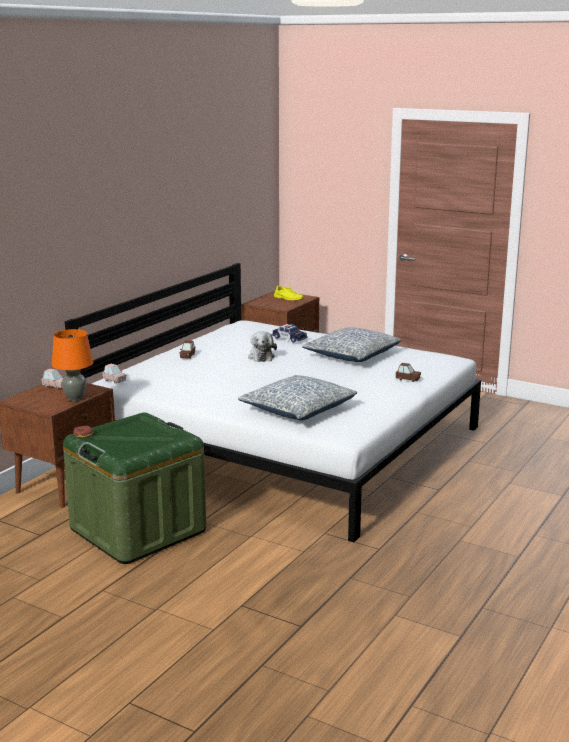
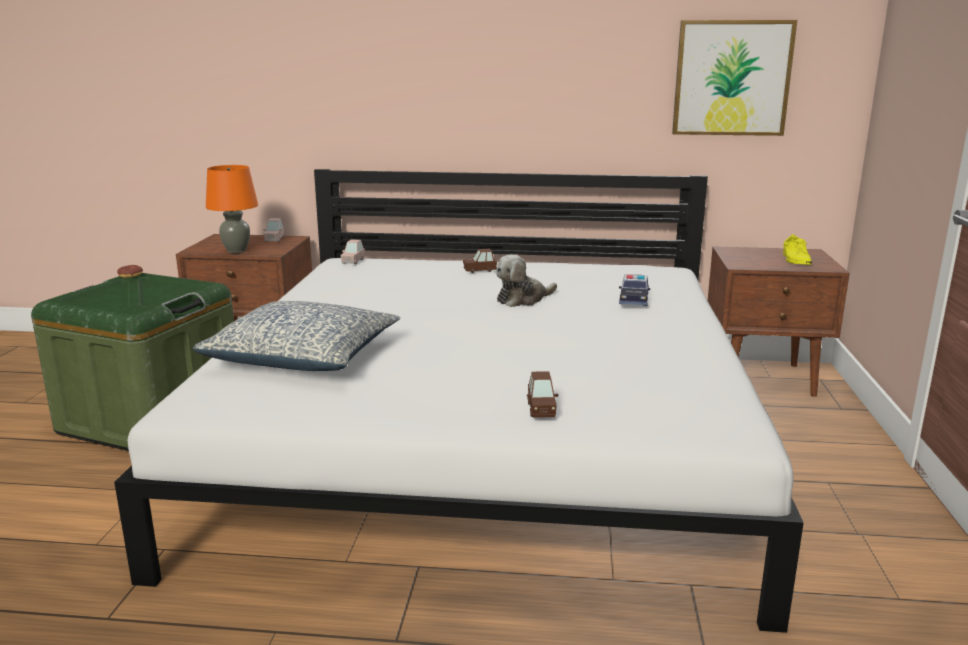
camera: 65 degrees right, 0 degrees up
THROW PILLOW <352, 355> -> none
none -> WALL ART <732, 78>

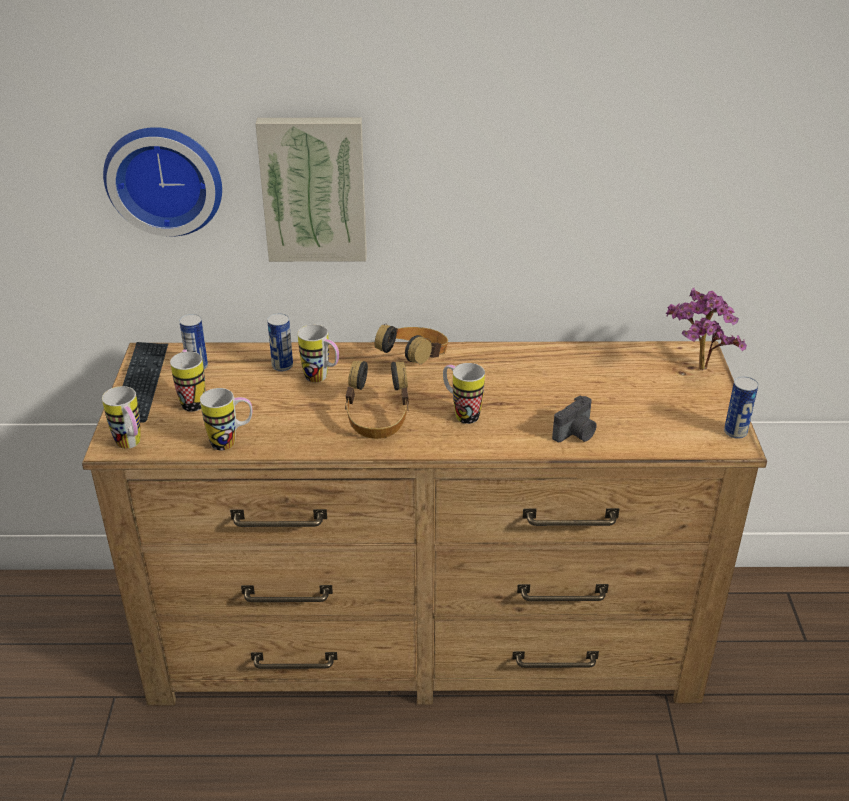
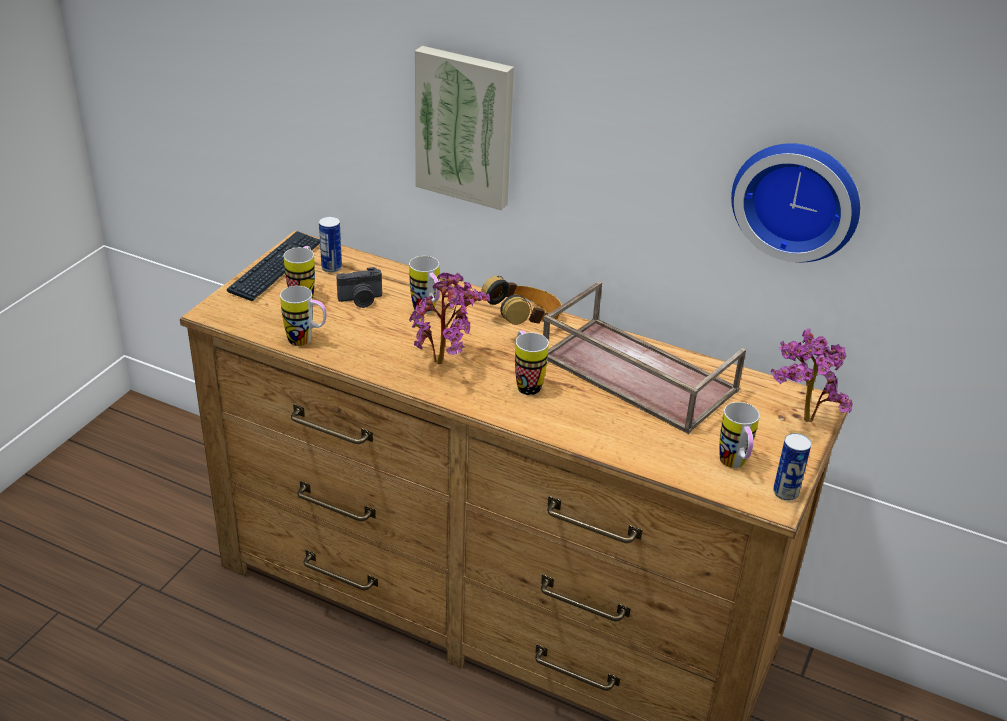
camera: 25 degrees right, 0 degrees up
CLOCK ON THE WALL <165, 178> -> CLOCK ON THE WALL <797, 199>, relocated
CAN <282, 366> -> none
HEADSET <377, 419> -> HOUSEPLANT <446, 363>
MUG <131, 445> -> MUG <735, 465>, relocated
PHOTO CAMERA <576, 434> -> PHOTO CAMERA <361, 300>, relocated
none -> BROWN TRAY <635, 374>

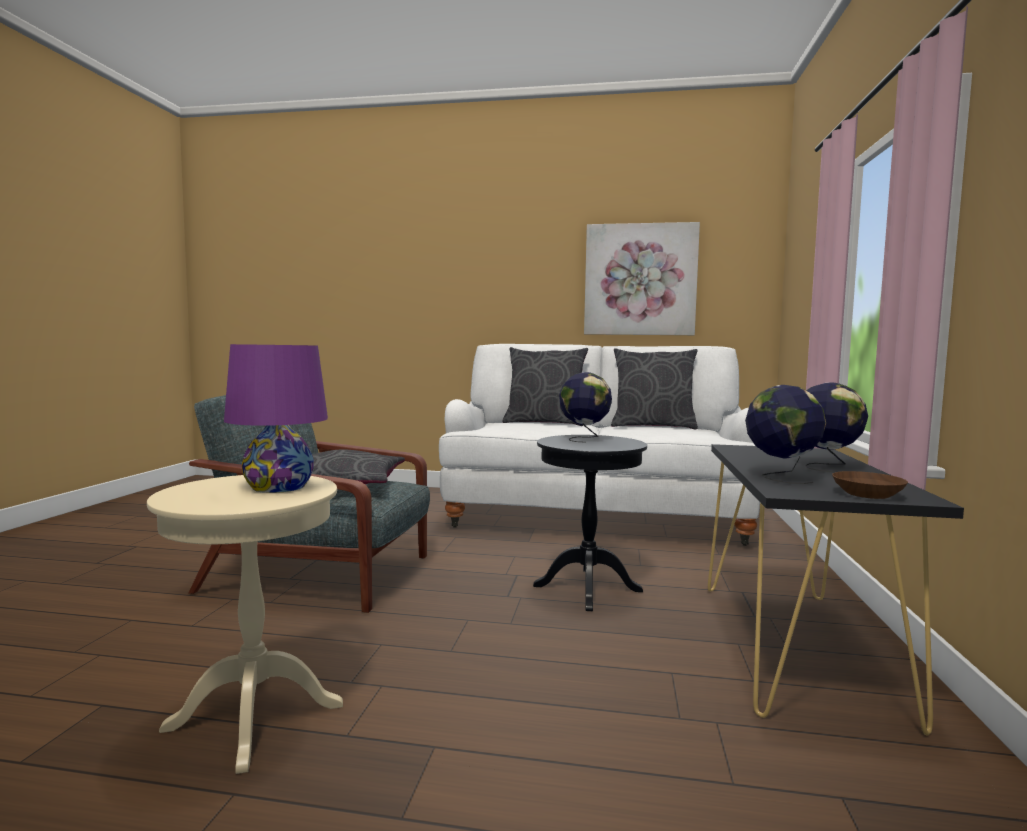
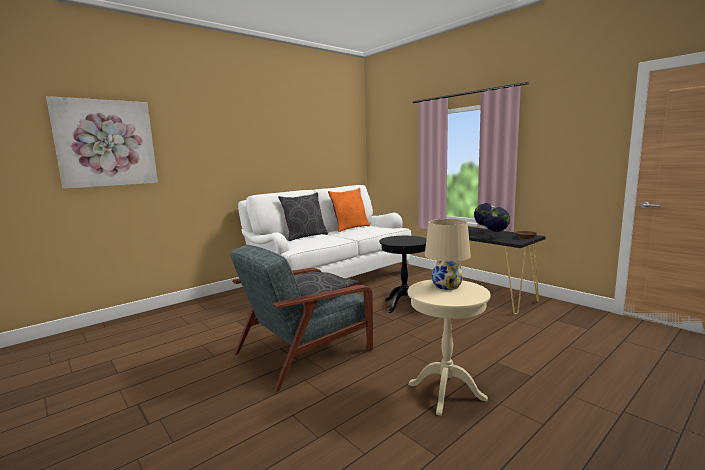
camera: 50 degrees left, 5 degrees up
WALL ART <640, 280> -> WALL ART <106, 143>, relocated
PURPLE TABLETOP LAMP <278, 487> -> SAND-COLOURED TABLETOP LAMP <447, 286>
GRAY THROW PILLOW <653, 426> -> ORANGE THROW PILLOW <350, 228>
WORLD GLOBE <584, 439> -> none

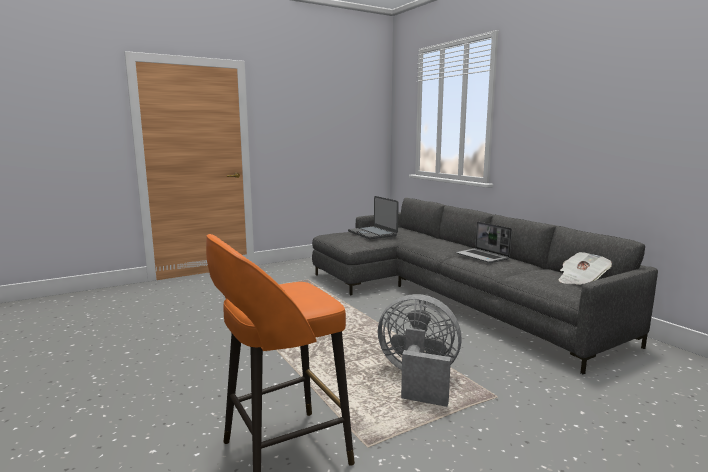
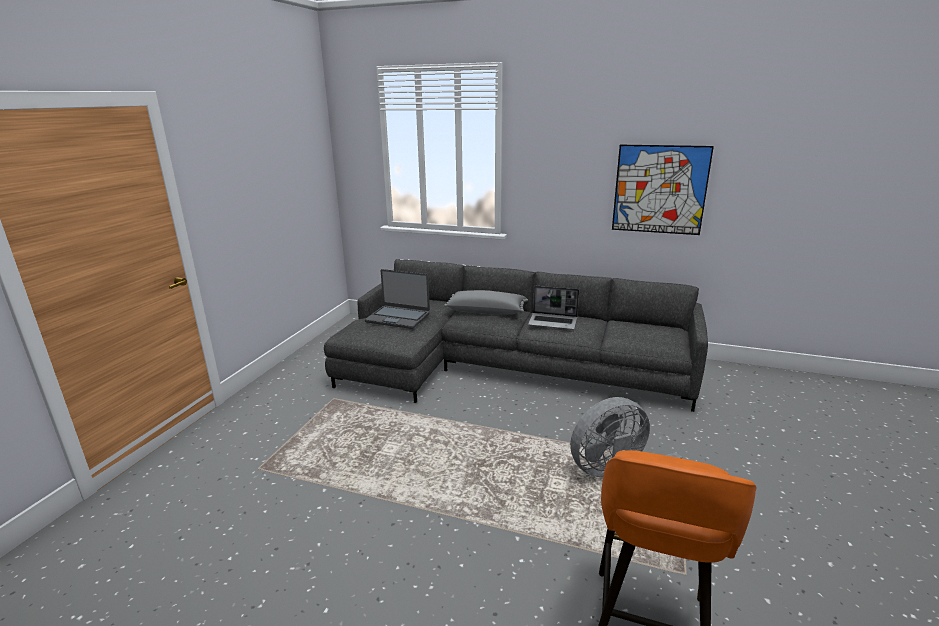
camera: 40 degrees left, 10 degrees up
DAILY PAPER <581, 280> -> none
none -> WALL ART <659, 189>
none -> GRAY THROW PILLOW <486, 311>

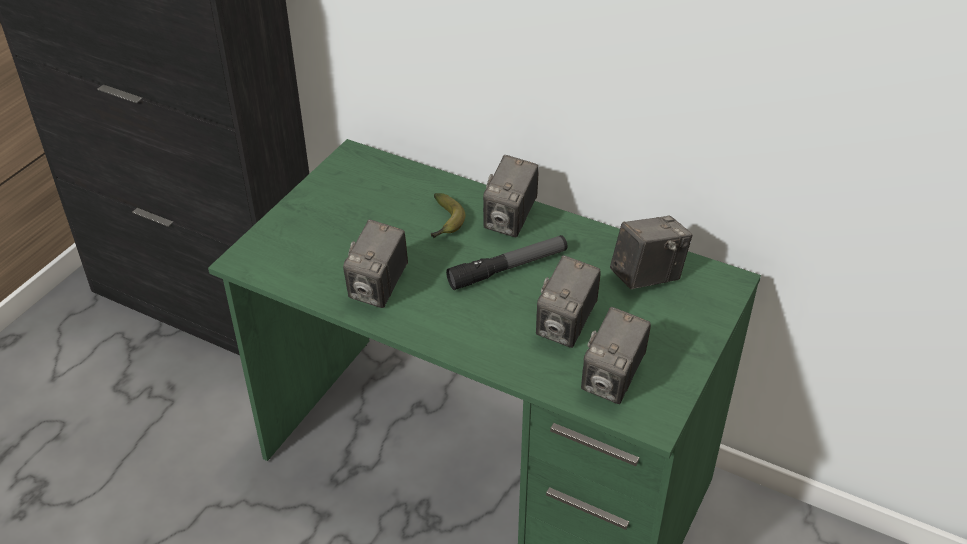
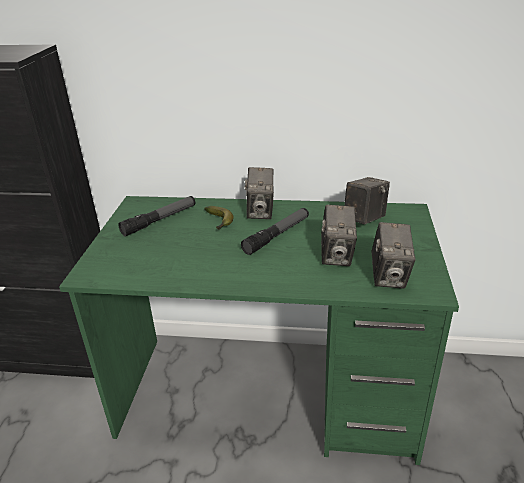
camera: 20 degrees left, 10 degrees down
PHOTO CAMERA <378, 288> -> none
none -> HAND TORCH <160, 220>

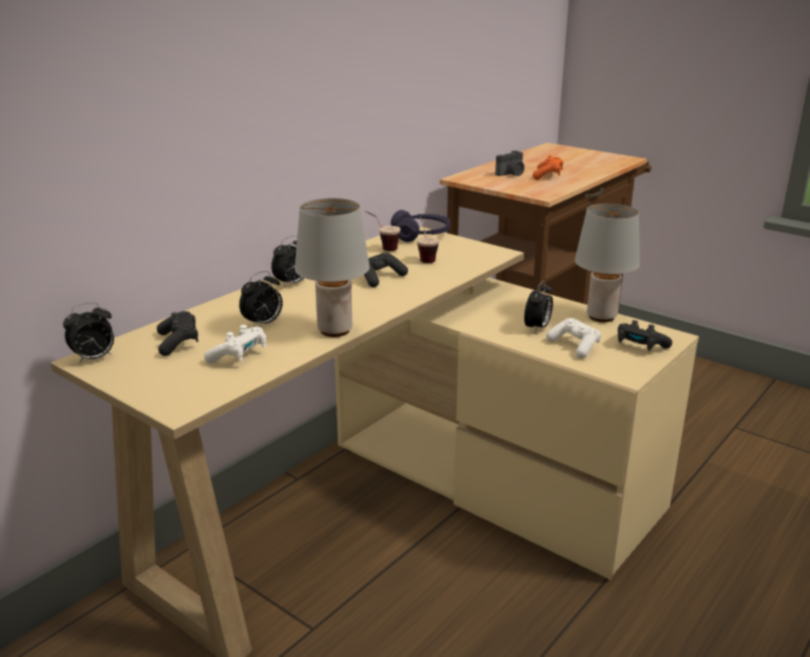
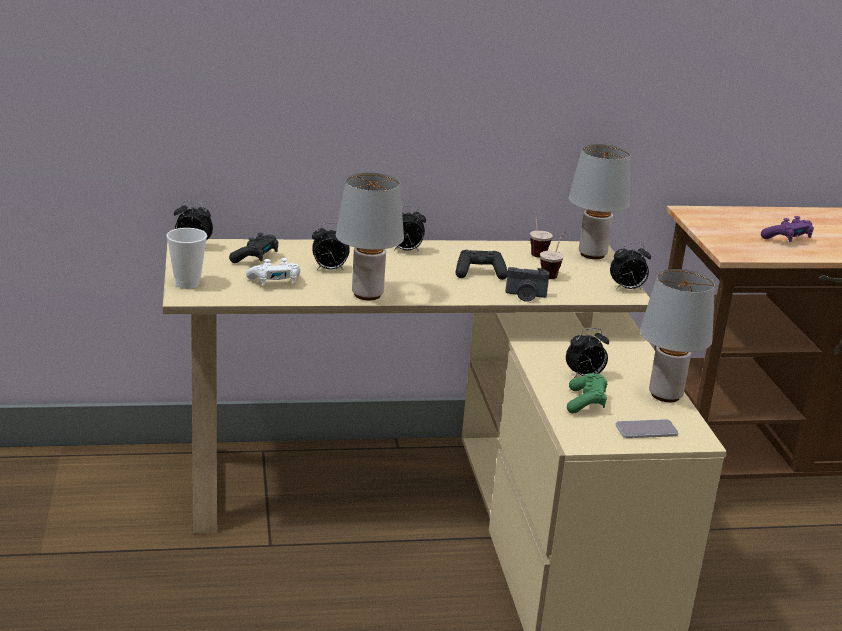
camera: 40 degrees right, 0 degrees up
PHOTO CAMERA <511, 174> -> PHOTO CAMERA <525, 296>, relocated
ORANGE GAMEPAD <547, 176> -> PURPLE GAMEPAD <787, 239>
PURPLE HEADSET <421, 235> -> GRAY TABLETOP LAMP <592, 254>
WHITISH GAMEPAD <574, 346> -> GREEN GAMEPAD <586, 403>
BLACK-COLOURED GAMEPAD <640, 346> -> TELEPHONE <646, 430>
none -> DRINKING CUP <187, 284>
none -> ALARM CLOCK <627, 289>

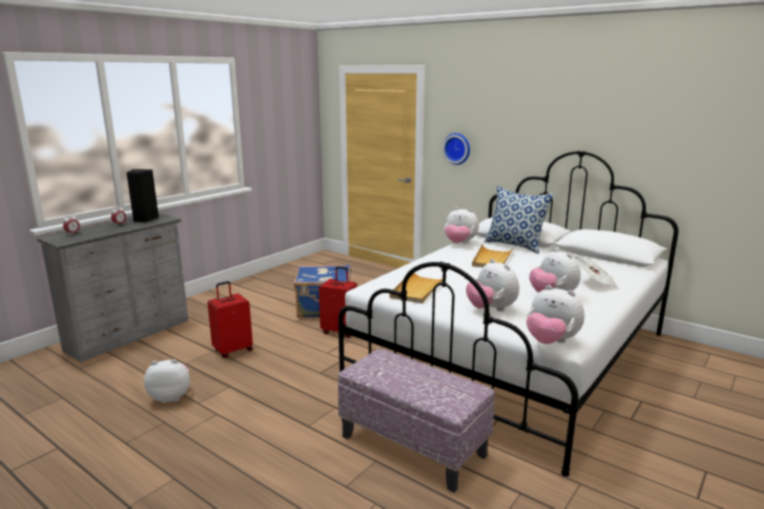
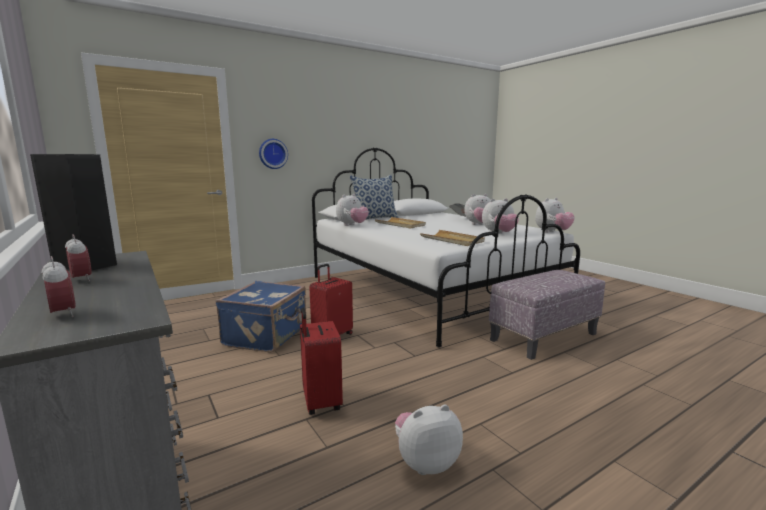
camera: 70 degrees left, 5 degrees down
CUDDLY TOY <171, 397> -> CUDDLY TOY <425, 462>, 60 degrees clockwise

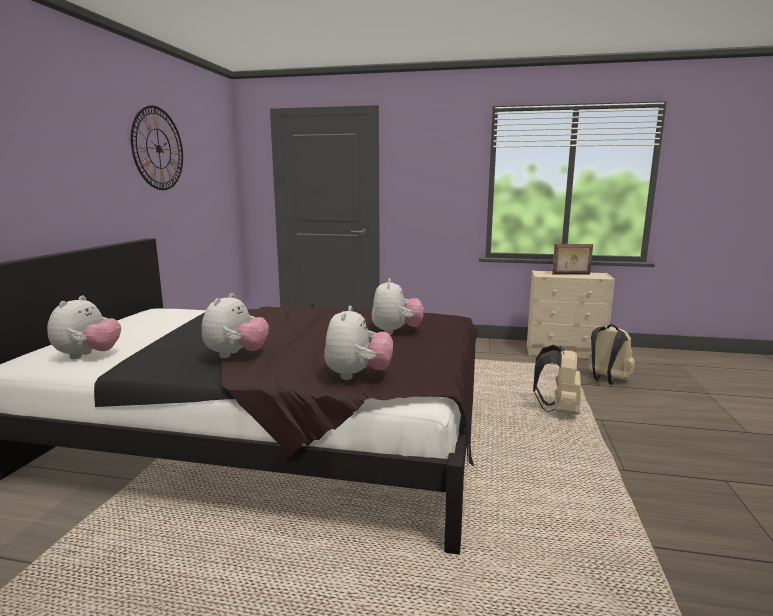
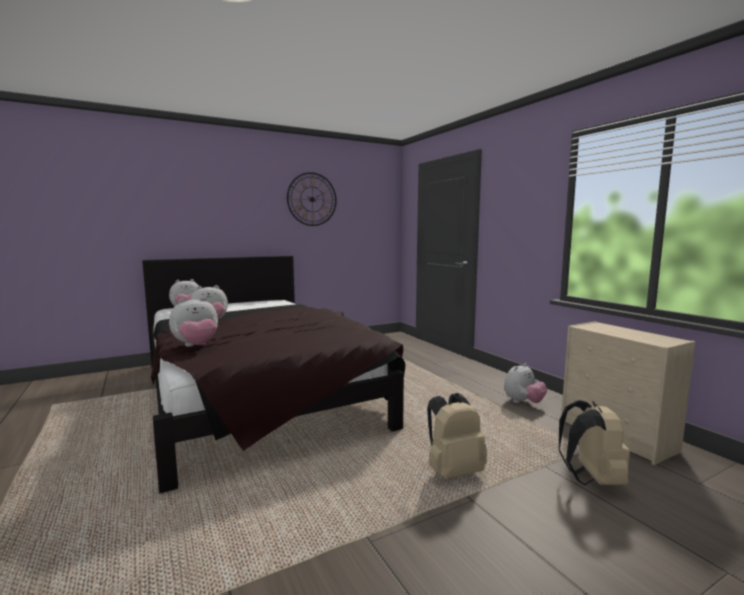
camera: 50 degrees right, 5 degrees down
PHOTO FRAME <571, 274> -> none
CUDDLY TOY <396, 332> -> CUDDLY TOY <523, 402>, relocated

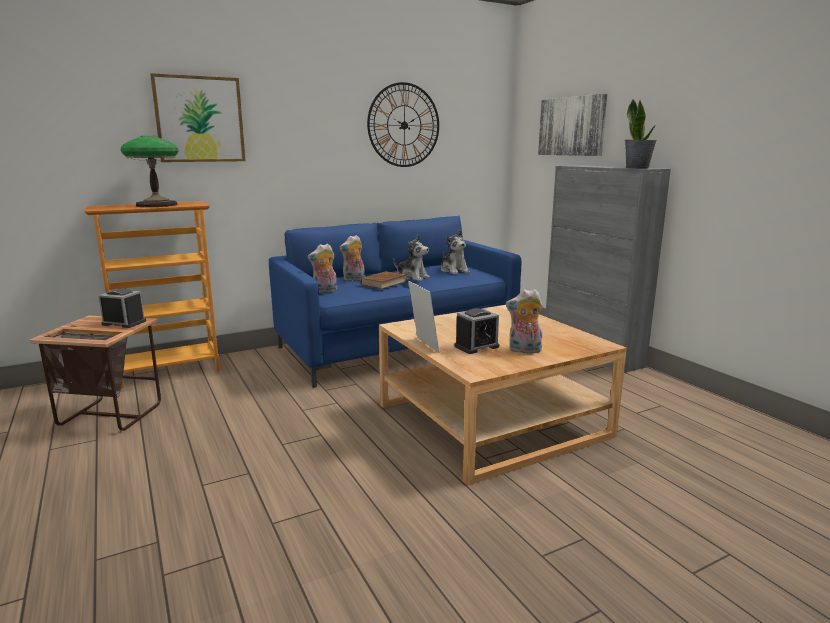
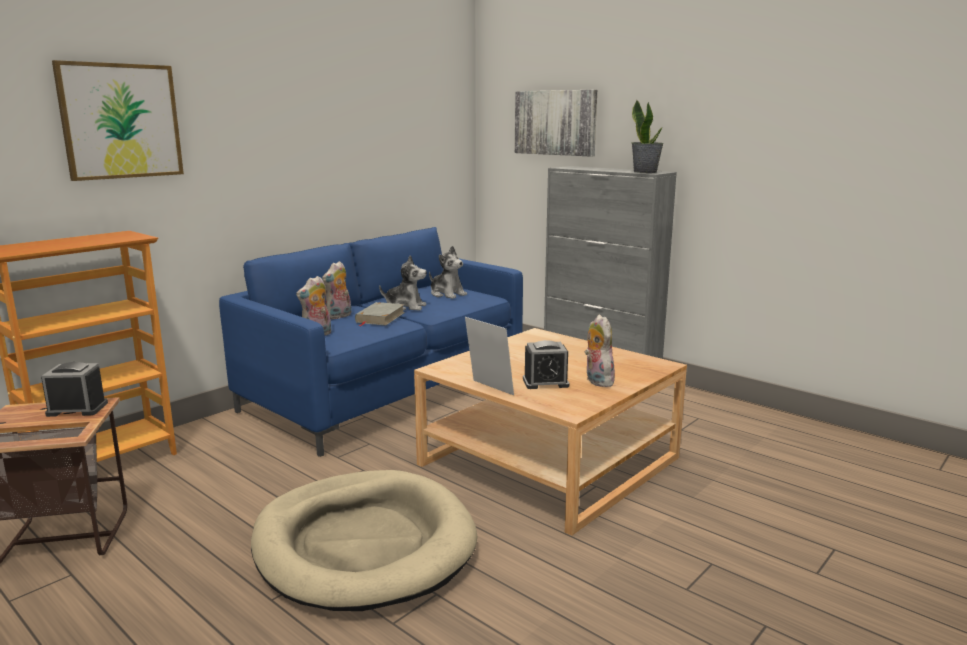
camera: 20 degrees left, 0 degrees up
CLOCK ON THE WALL <404, 125> -> none
TABLETOP LAMP <156, 205> -> none
BROWN BOUND BOOK <383, 283> -> GRAY BOUND BOOK <380, 317>
CUDDLY TOY <524, 351> -> CUDDLY TOY <596, 381>, 90 degrees clockwise
ALARM CLOCK <476, 346> -> ALARM CLOCK <545, 382>, 45 degrees clockwise
none -> SAND-COLOURED DOG CUSHION <364, 544>

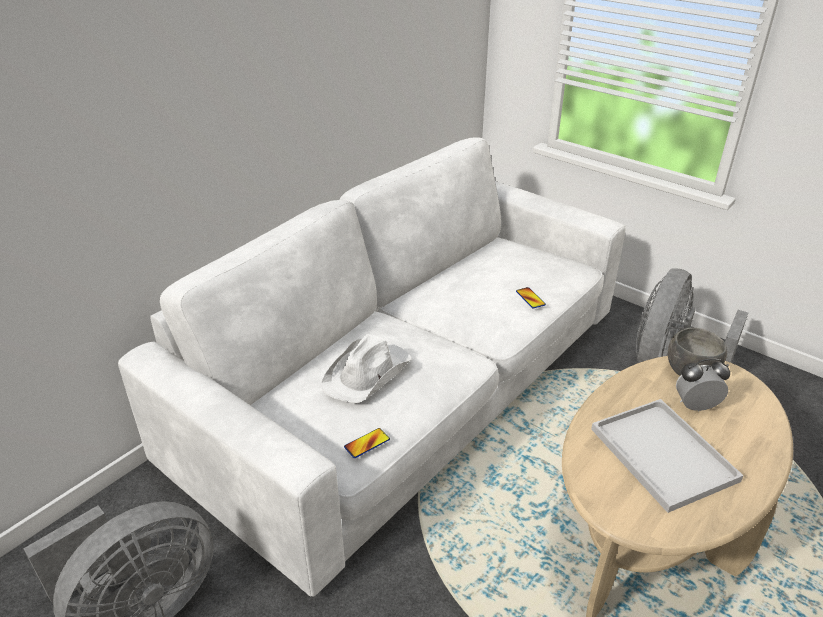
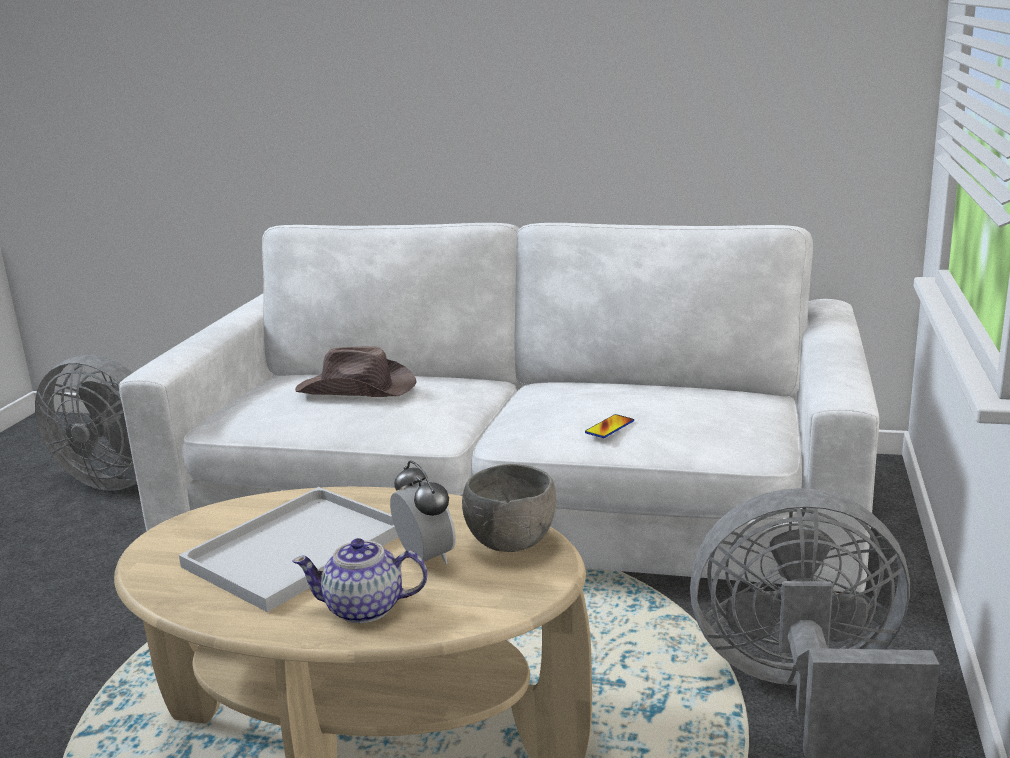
camera: 65 degrees right, 15 degrees down
WHITISH HAT <368, 373> -> BROWN HAT <357, 389>
TELEPHONE <367, 443> -> none
none -> POT FOR TEA <365, 609>

